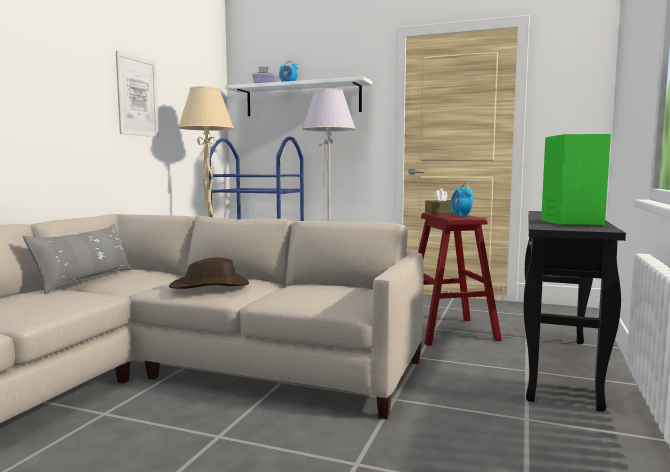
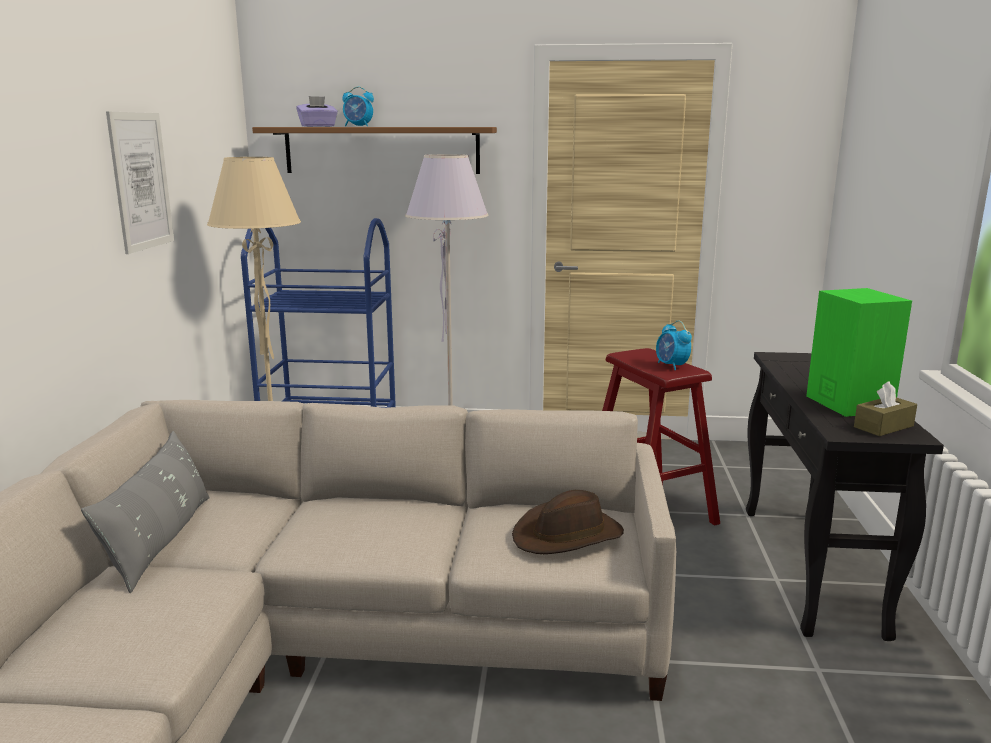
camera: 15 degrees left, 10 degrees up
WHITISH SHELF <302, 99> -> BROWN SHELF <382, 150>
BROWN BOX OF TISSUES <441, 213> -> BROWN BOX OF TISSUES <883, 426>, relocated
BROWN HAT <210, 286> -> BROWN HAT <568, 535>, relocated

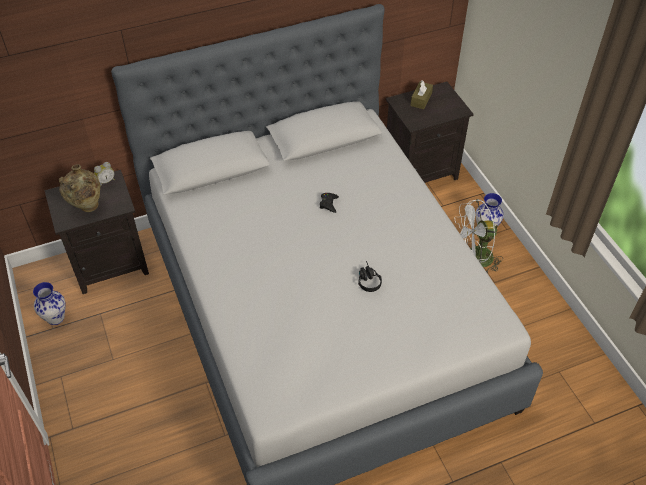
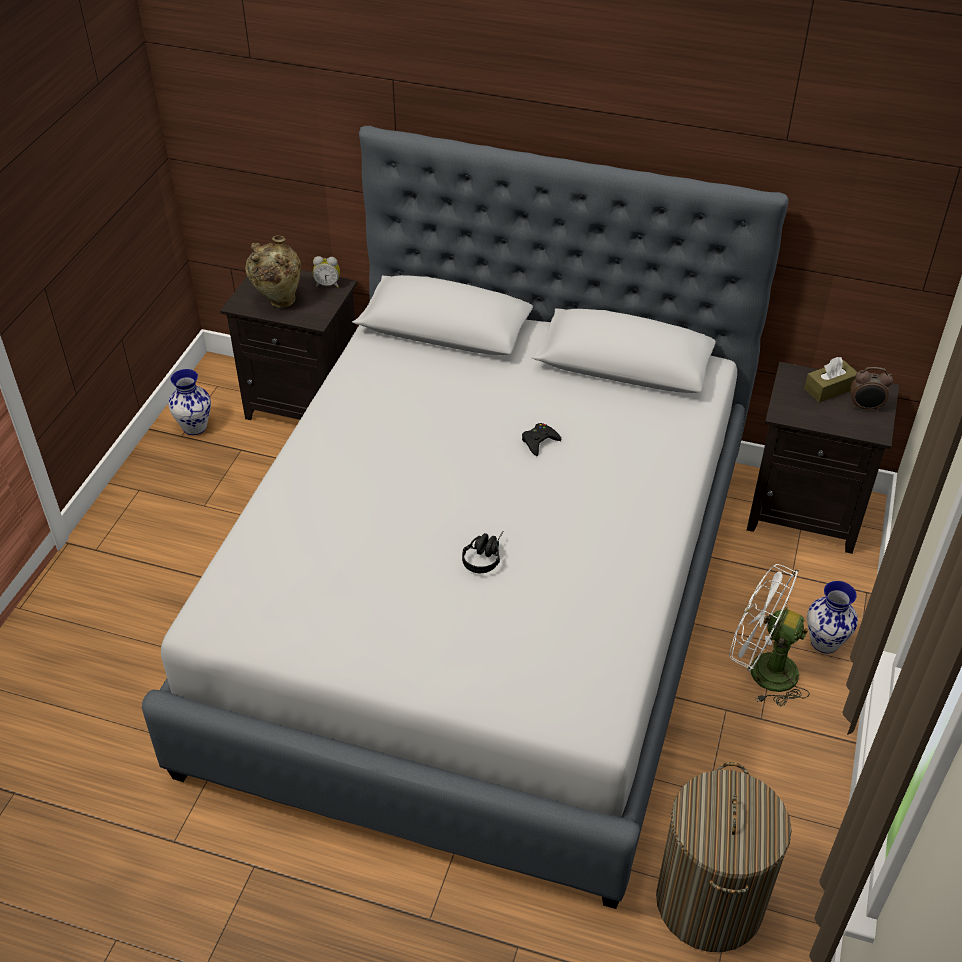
camera: 40 degrees right, 5 degrees down
none -> ALARM CLOCK <865, 407>
none -> LAUNDRY BASKET <709, 902>

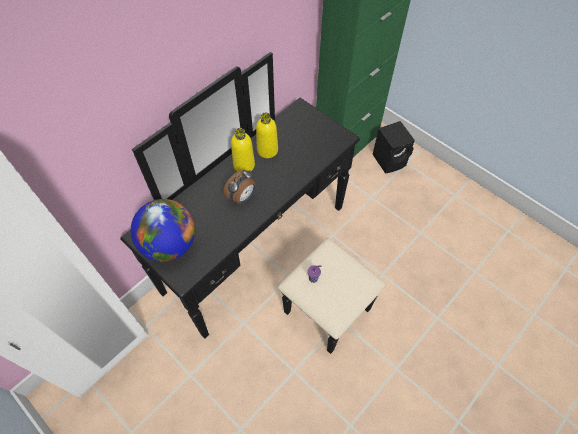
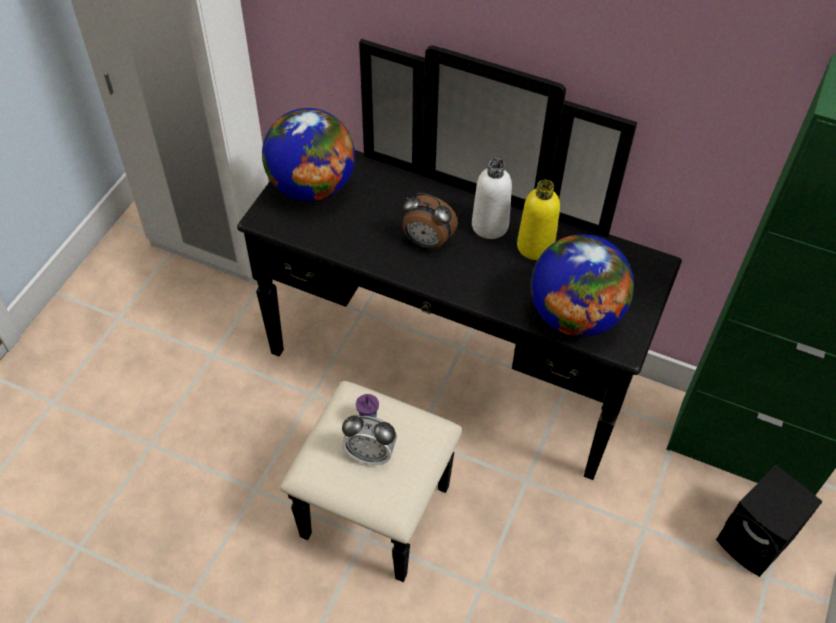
camera: 70 degrees right, 5 degrees down
YELLOW-COLOURED DRINK BOTTLE <244, 165> -> WHITISH DRINK BOTTLE <490, 225>
none -> WORLD GLOBE <574, 315>
none -> ALARM CLOCK <370, 454>

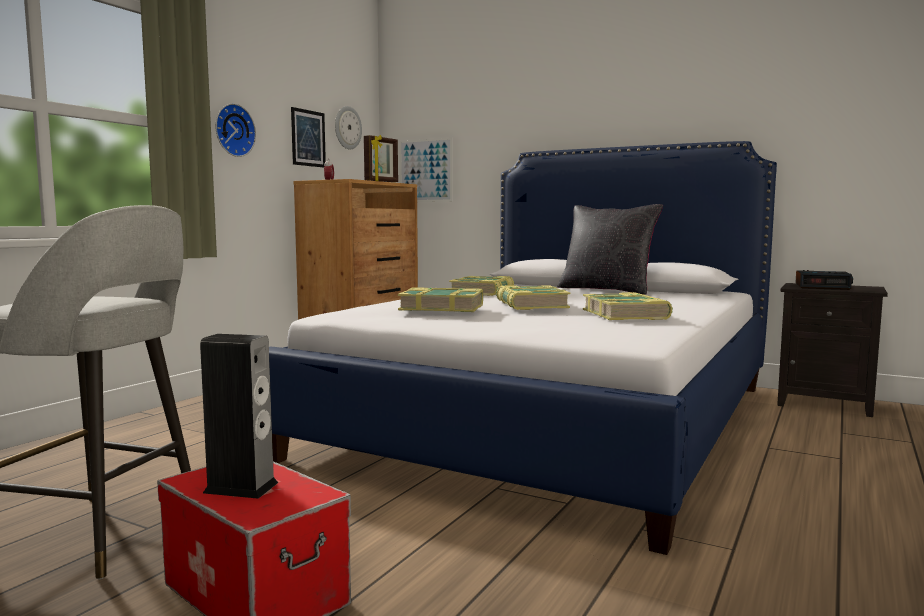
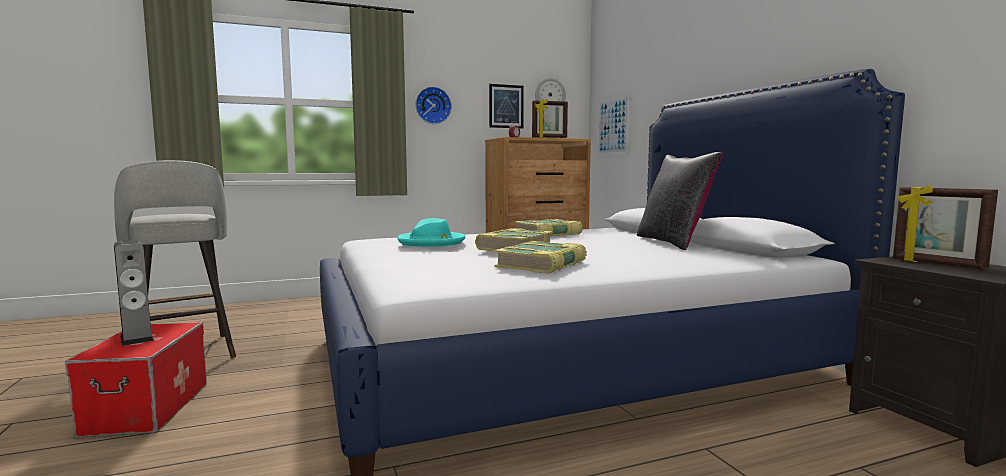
camera: 40 degrees right, 0 degrees up
ALARM CLOCK <822, 287> -> PHOTO FRAME <937, 264>
BOUND BOOK <442, 308> -> TURQUOISE HAT <431, 242>

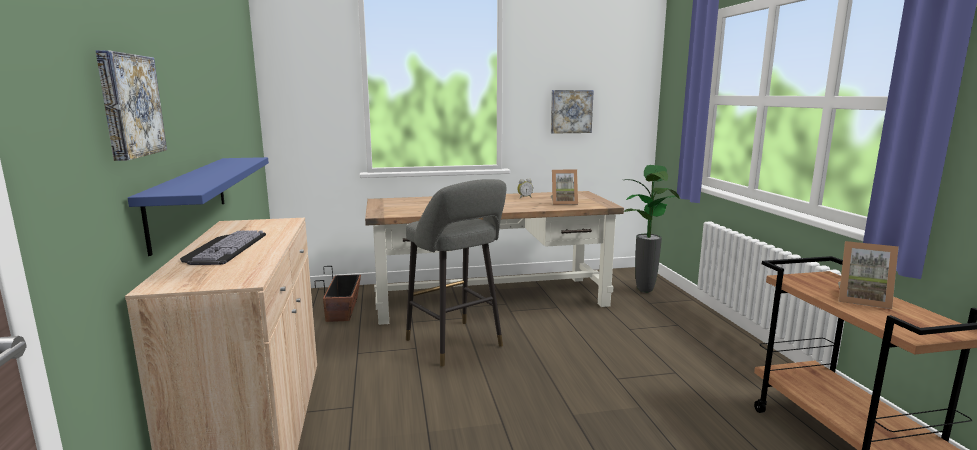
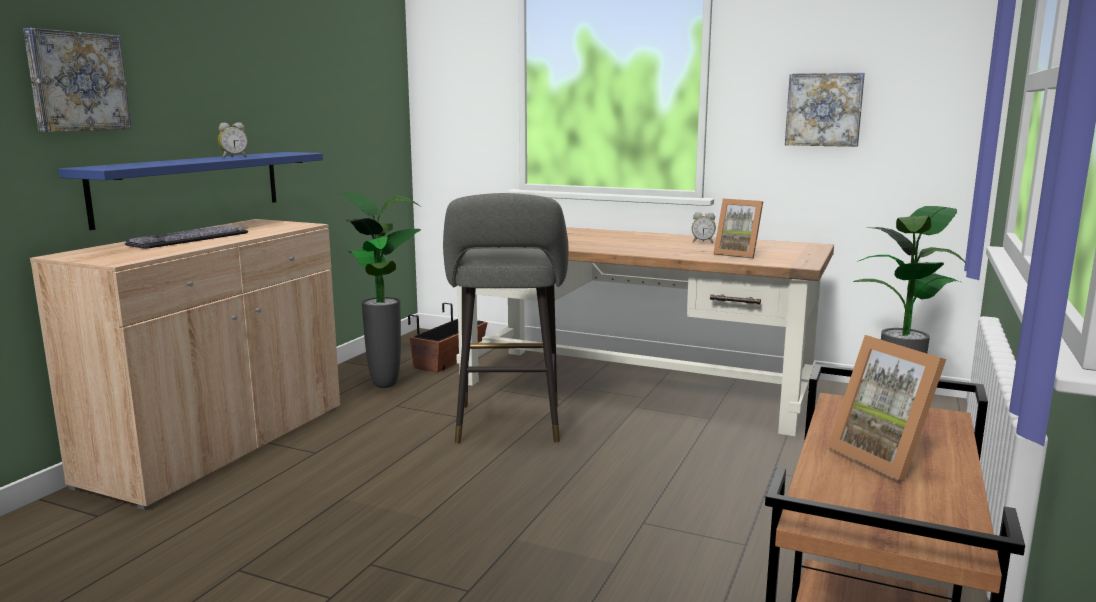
camera: 35 degrees right, 0 degrees up
none -> ALARM CLOCK <233, 157>
none -> HOUSEPLANT <384, 385>

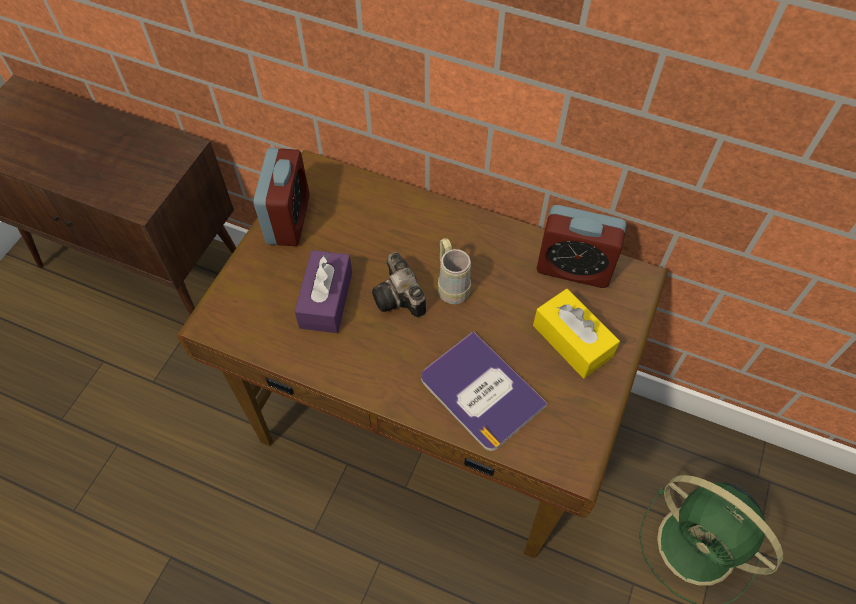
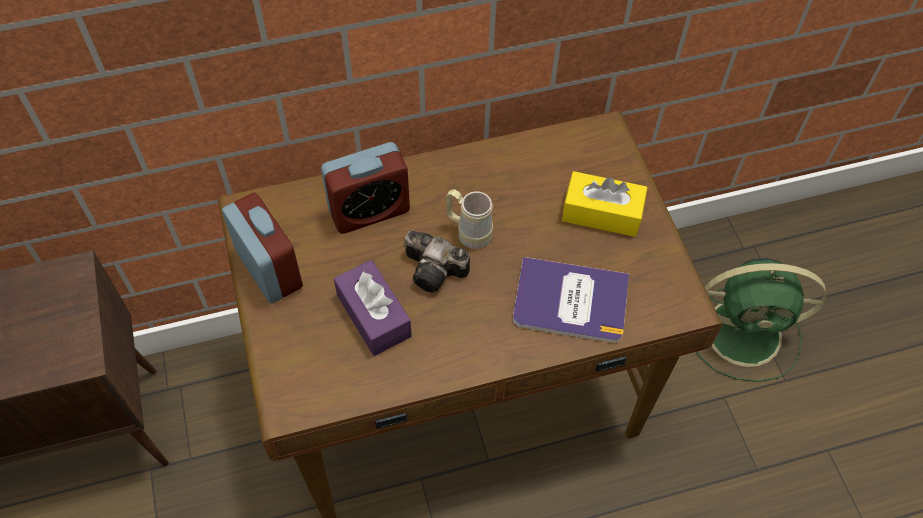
camera: 40 degrees left, 0 degrees up
ALARM CLOCK <574, 268> -> ALARM CLOCK <369, 210>, relocated

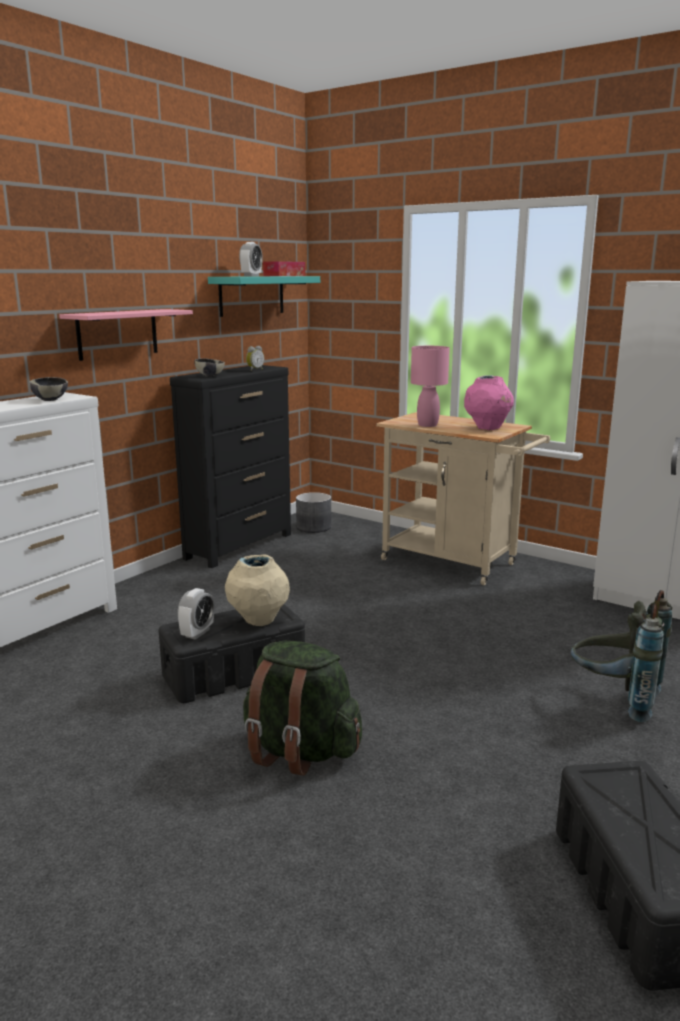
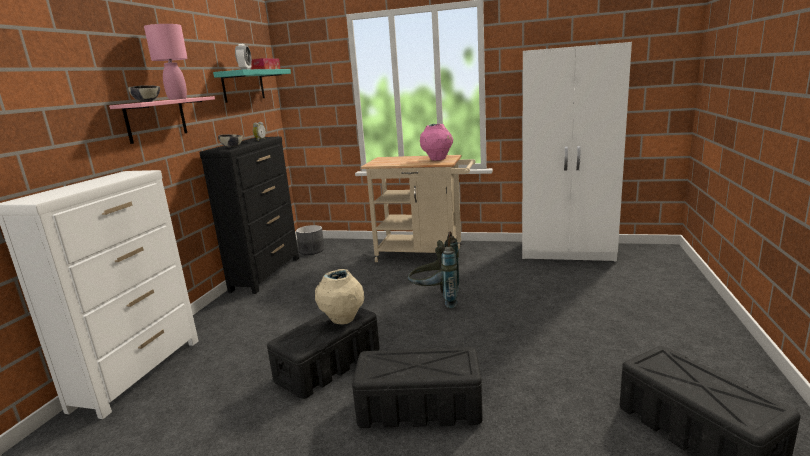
camera: 20 degrees left, 0 degrees up
PINK-COLOURED TABLETOP LAMP <427, 425> -> PINK-COLOURED TABLETOP LAMP <177, 99>, relocated
SERVING BOWL <50, 400> -> SERVING BOWL <147, 102>, relocated
ALARM CLOCK <197, 633> -> none
GRAY KNAPSACK <614, 699> -> GRAY KNAPSACK <436, 299>, relocated
GREEN KNAPSACK <299, 751> -> BLACK-COLOURED STORAGE BOX <418, 407>

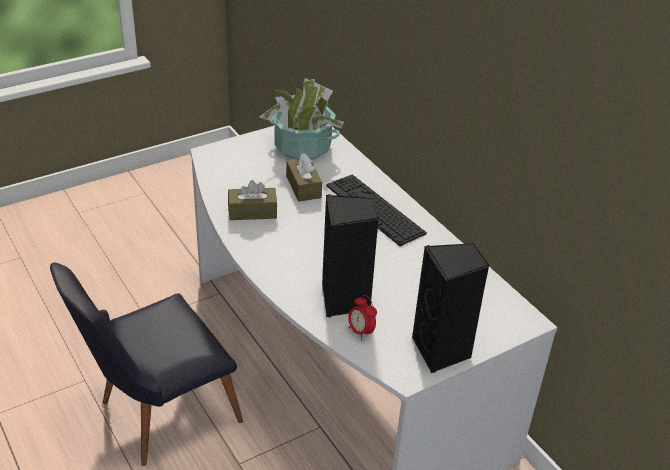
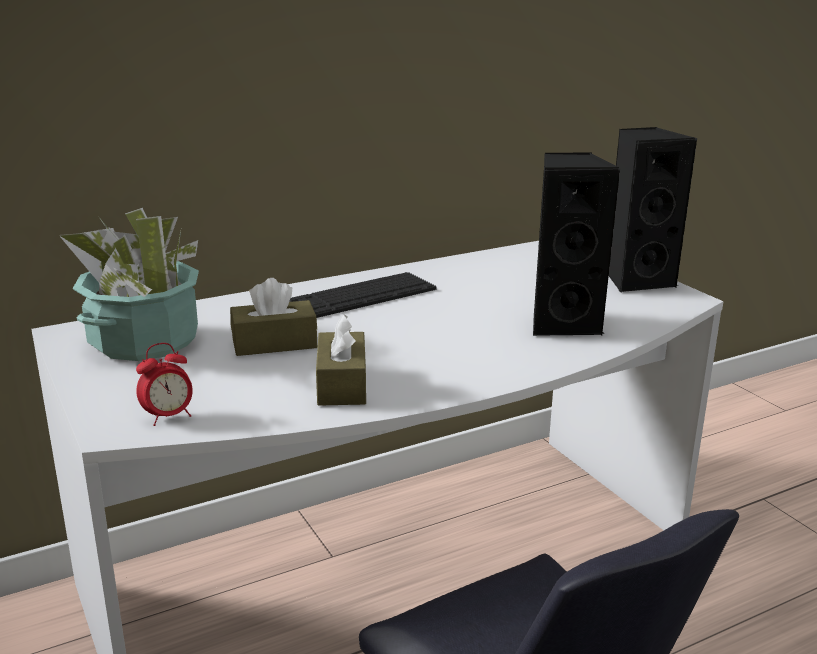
camera: 85 degrees left, 15 degrees down
ALARM CLOCK <360, 332> -> ALARM CLOCK <168, 417>, relocated

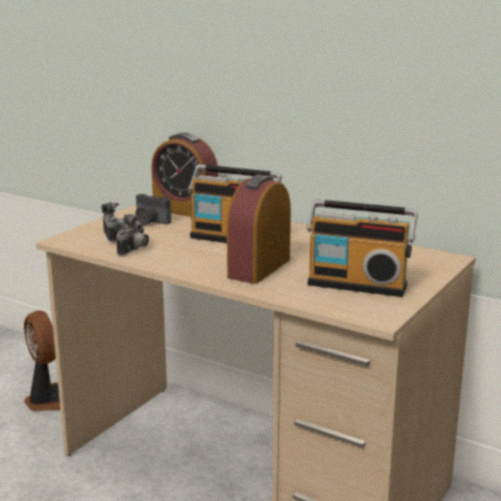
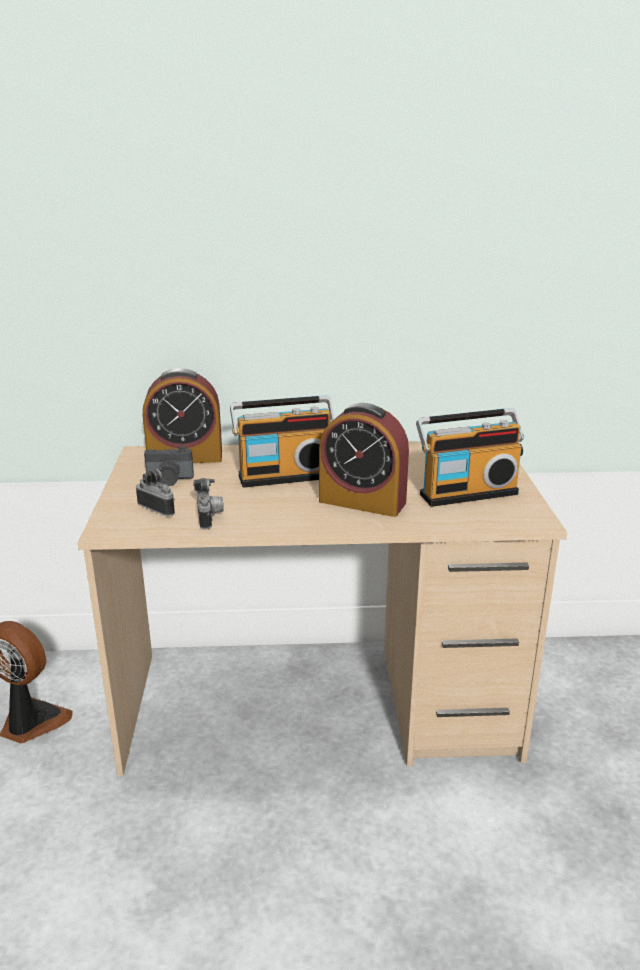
camera: 35 degrees left, 5 degrees up
ALARM CLOCK <259, 268> -> ALARM CLOCK <362, 502>, 60 degrees counterclockwise

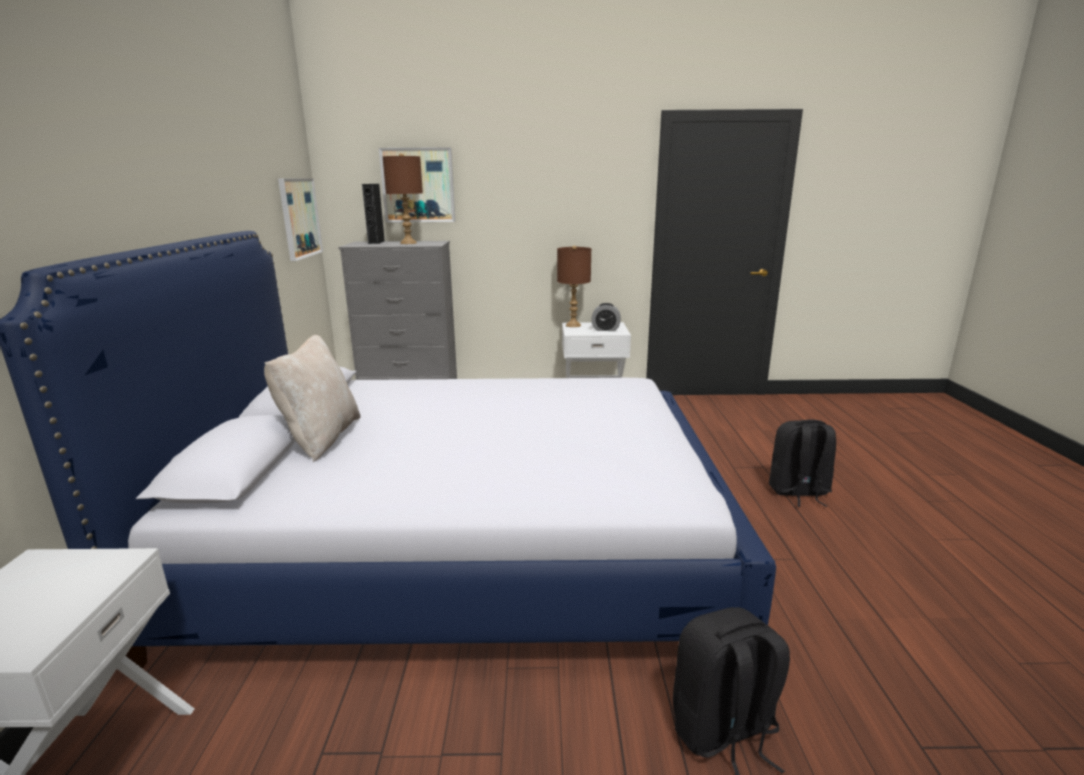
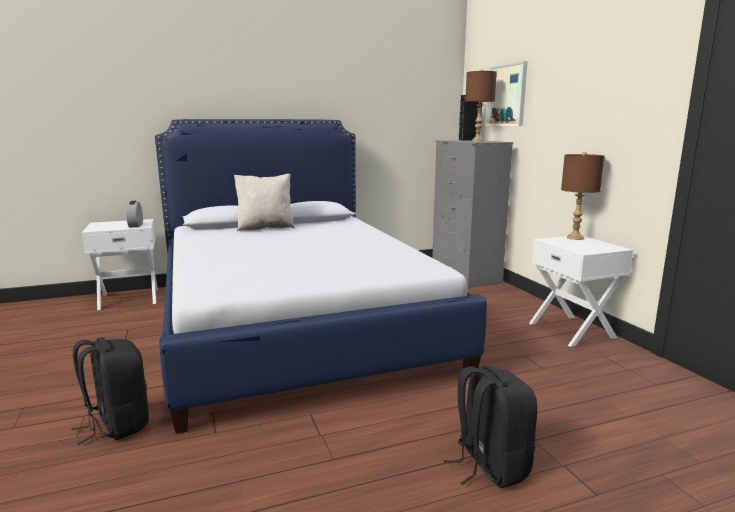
camera: 70 degrees right, 5 degrees down
WALL ART <299, 218> -> none
ALARM CLOCK <605, 329> -> ALARM CLOCK <135, 225>, relocated

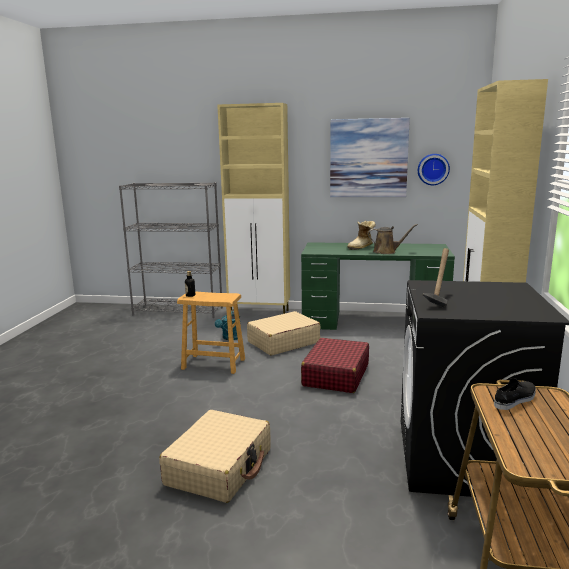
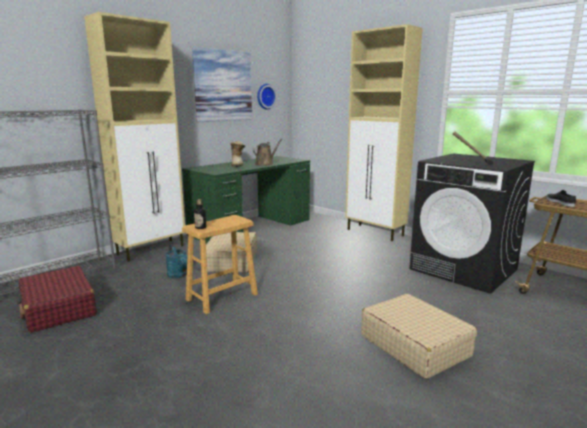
camera: 55 degrees left, 0 degrees up
RED SUITCASE <335, 375> -> RED SUITCASE <58, 309>, relocated

